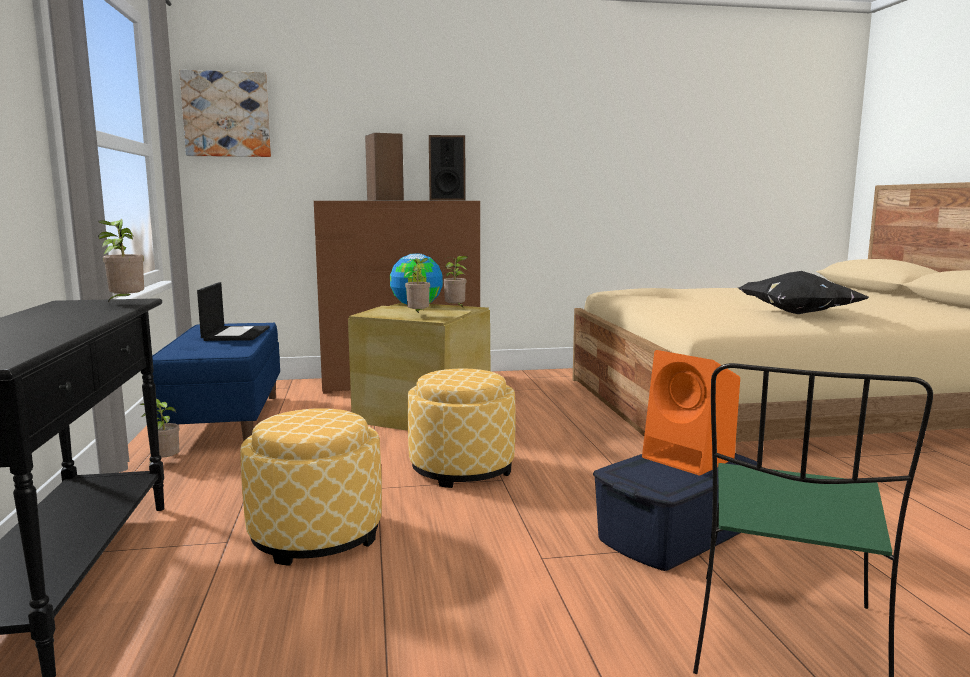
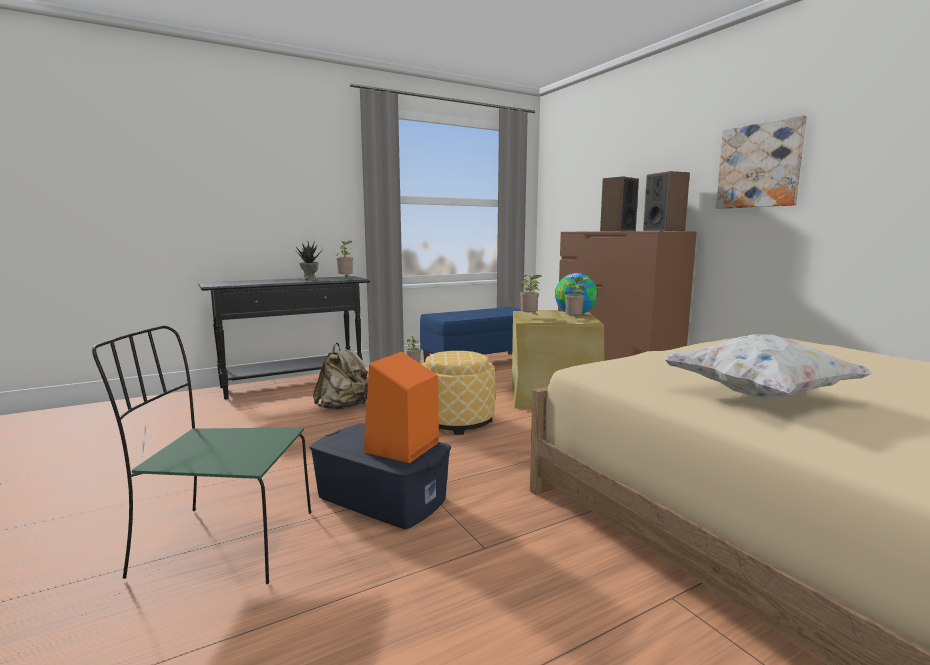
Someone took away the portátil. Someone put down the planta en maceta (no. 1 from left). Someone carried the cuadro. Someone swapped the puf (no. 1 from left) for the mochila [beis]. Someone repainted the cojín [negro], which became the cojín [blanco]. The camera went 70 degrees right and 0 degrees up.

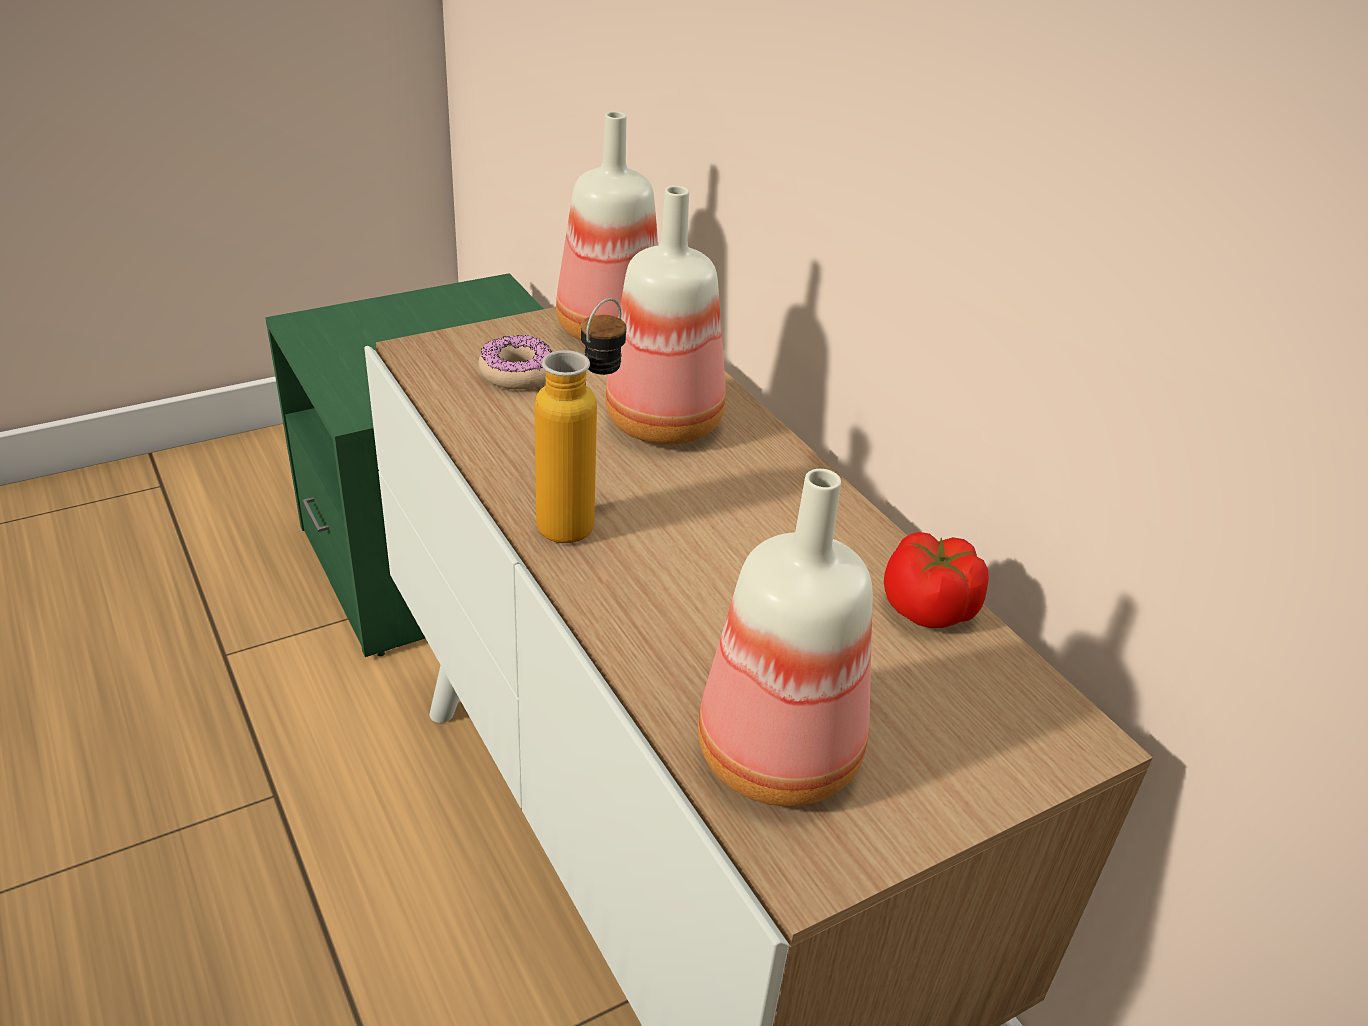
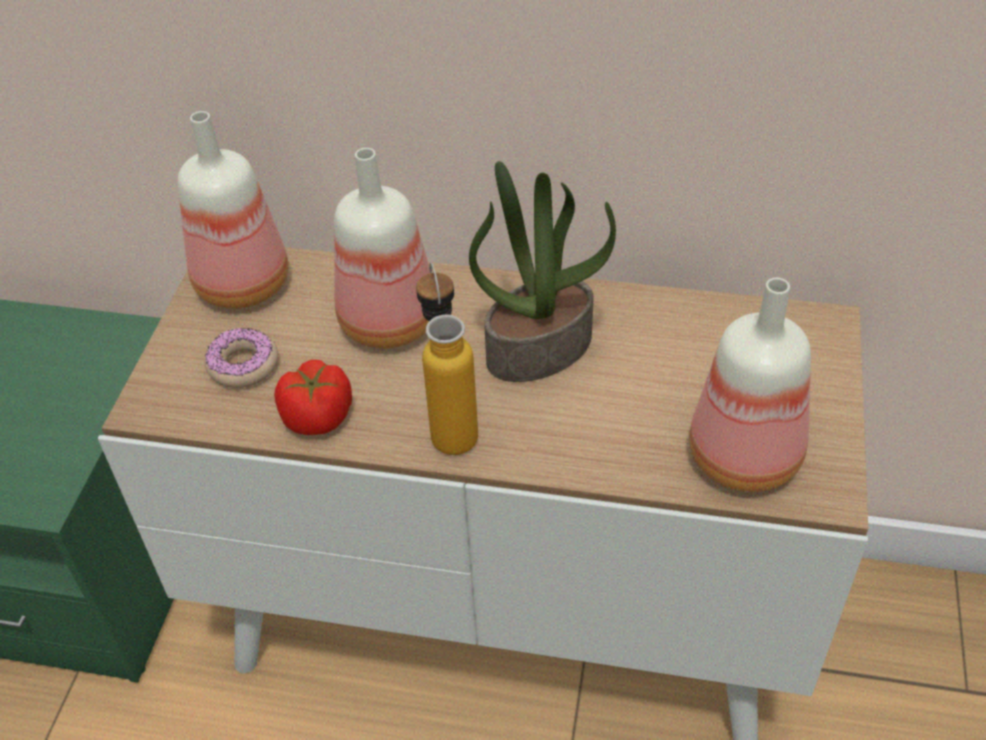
Someone put down the planta en maceta. Someone carried the tomate. The camera went 45 degrees left and 10 degrees up.

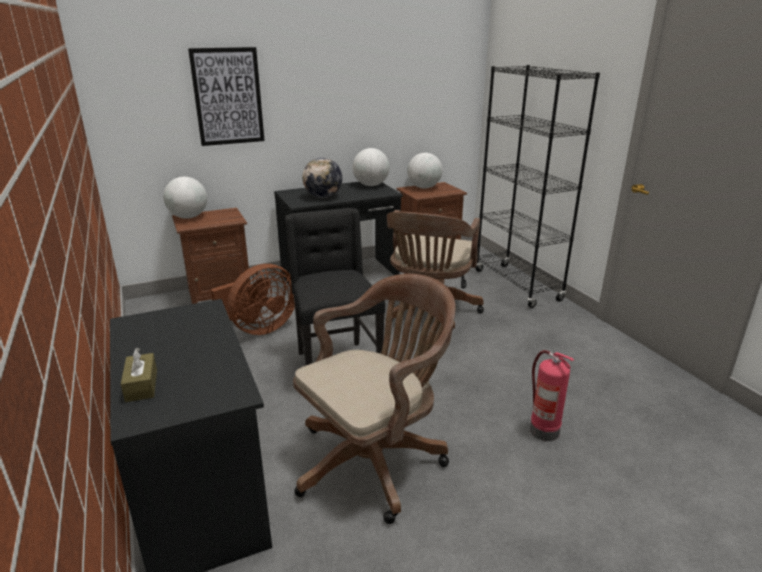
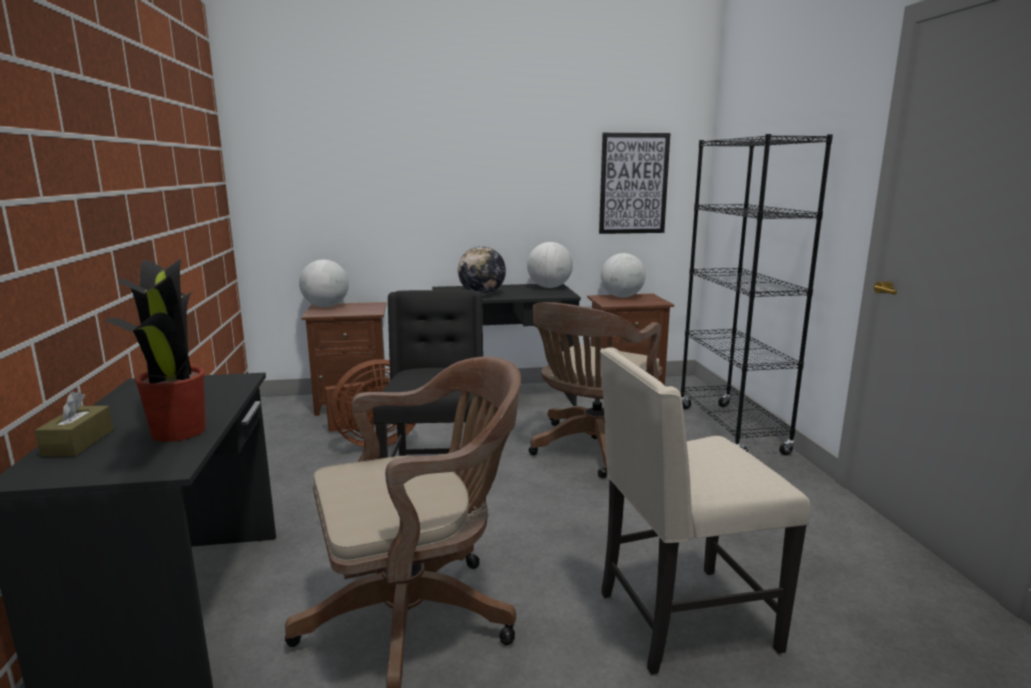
Someone put down the planta en maceta. Someone carried the cuadro. Someone swapped the extintor for the silla [beis]. The camera went 15 degrees right and 10 degrees down.

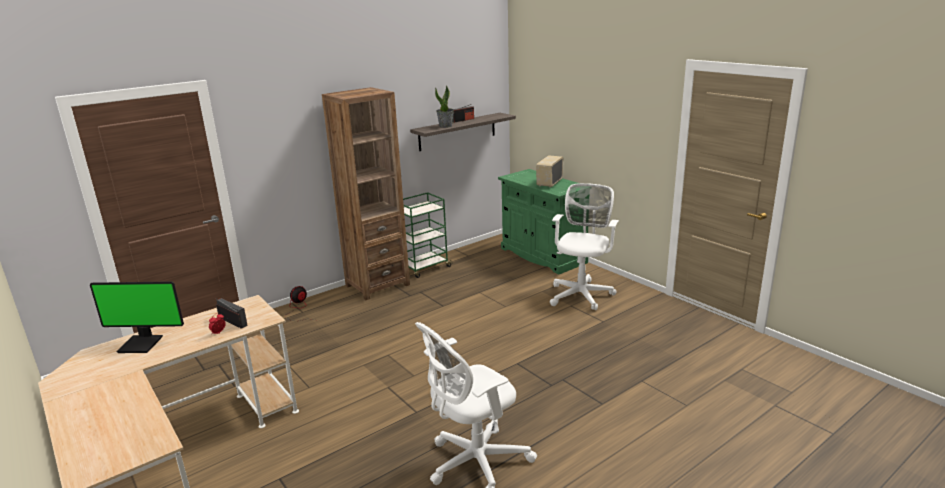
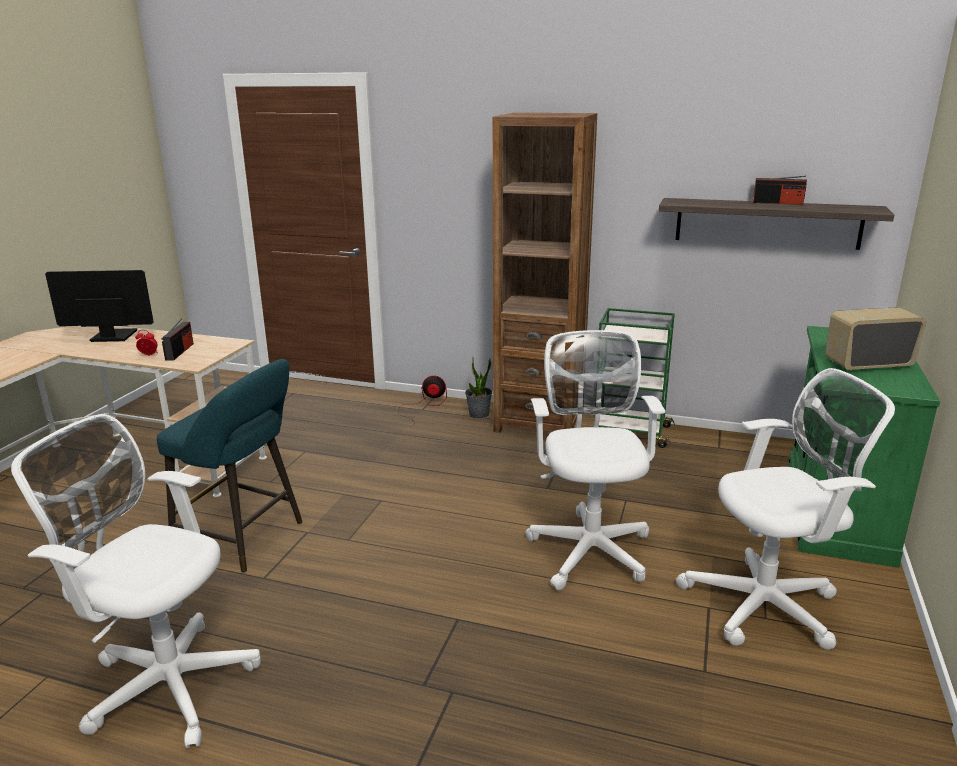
Someone put down the taburete [turquesa]. Someone put down the silla de oficina [blanco] (no. 2 from left). Someone carried the planta en maceta. Someone rotated the monitor by 120 degrees clockwise. The camera went 55 degrees right and 0 degrees up.

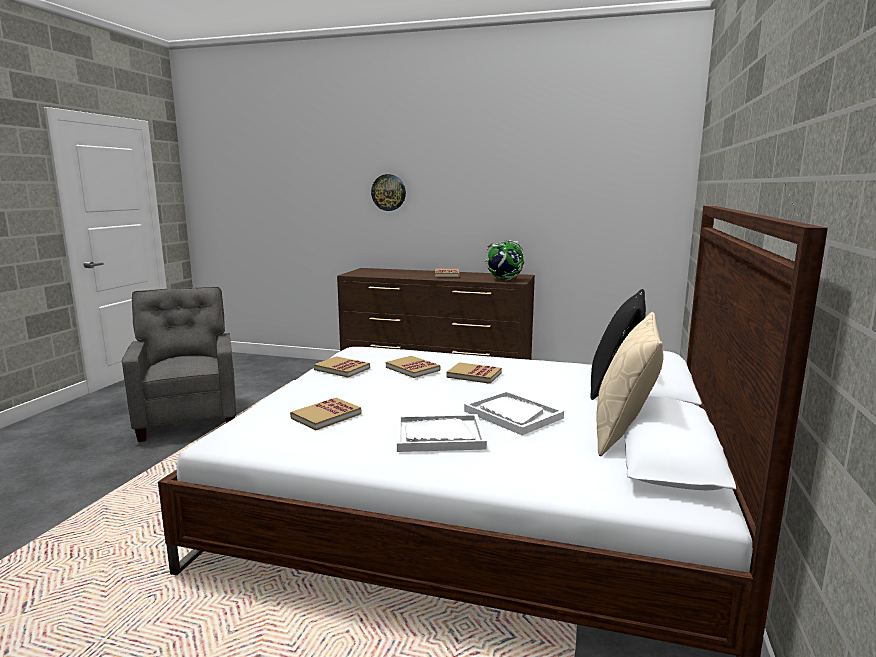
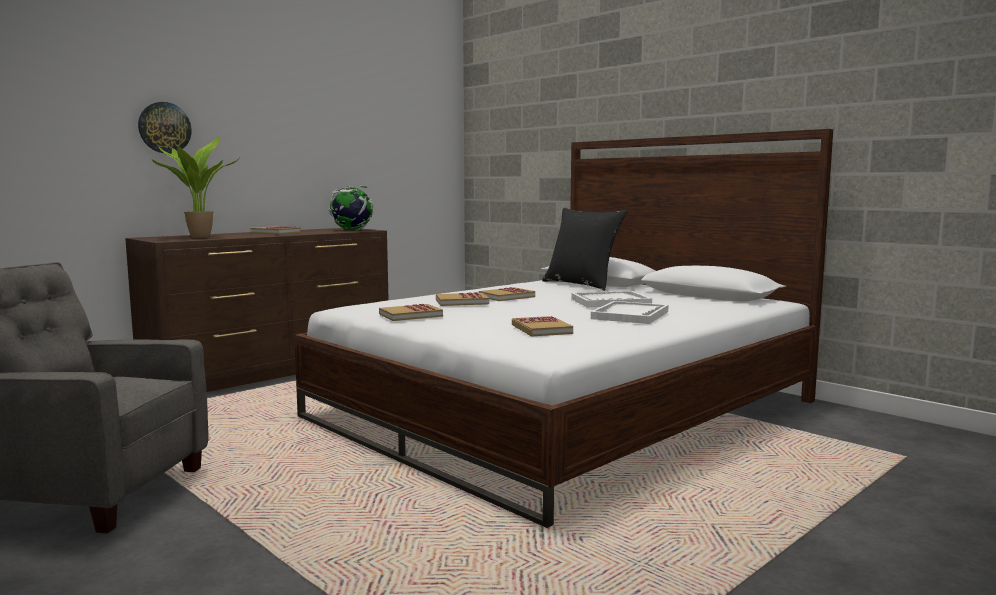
Someone took away the cojín [beis]. Someone put down the planta en maceta. The camera went 60 degrees left and 5 degrees down.

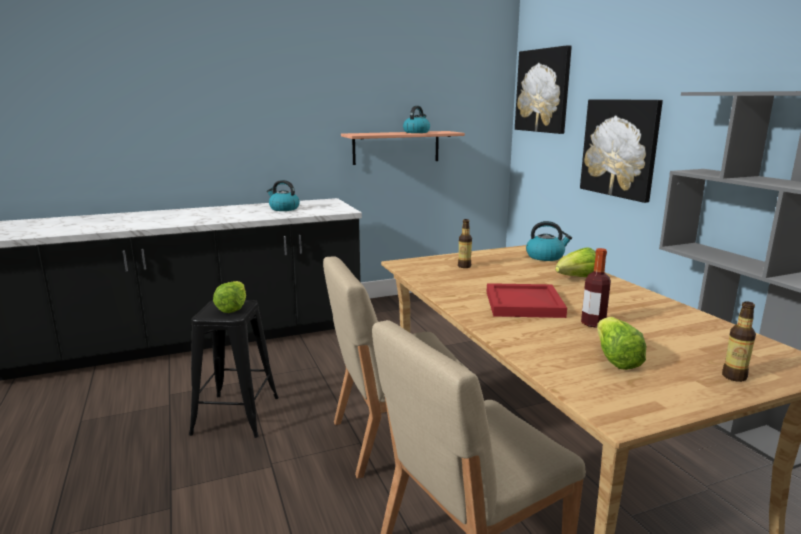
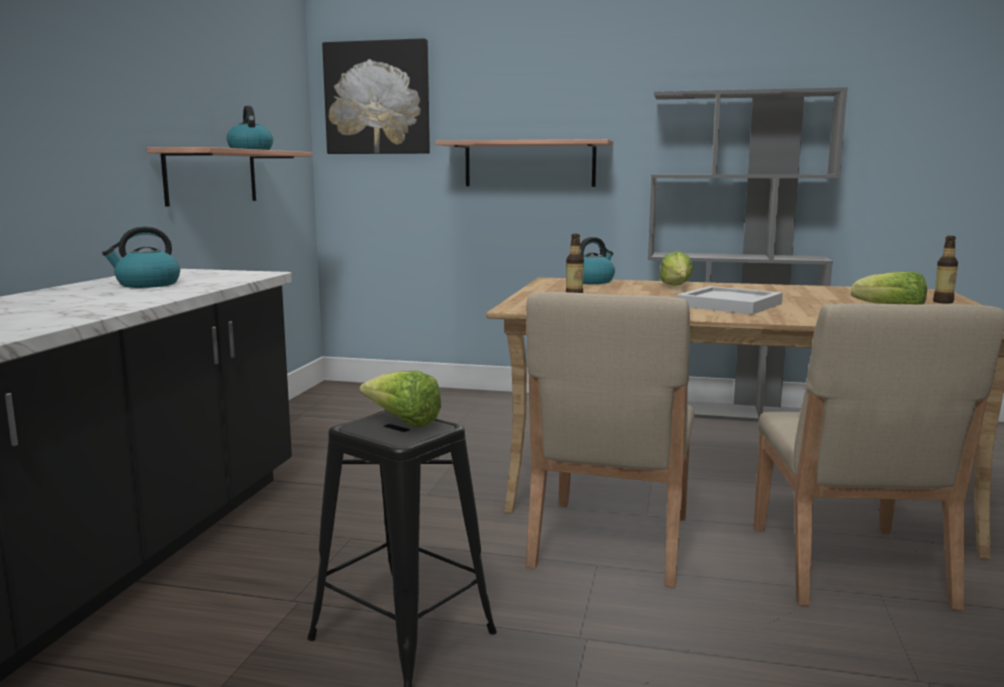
Someone took away the botella (no. 2 from left). Someone swapped the cuadro (no. 2 from left) for the estante (no. 2 from left). Someone repainted the bandeja [rojo], which became the bandeja [blanco]. The camera went 55 degrees left and 5 degrees down.

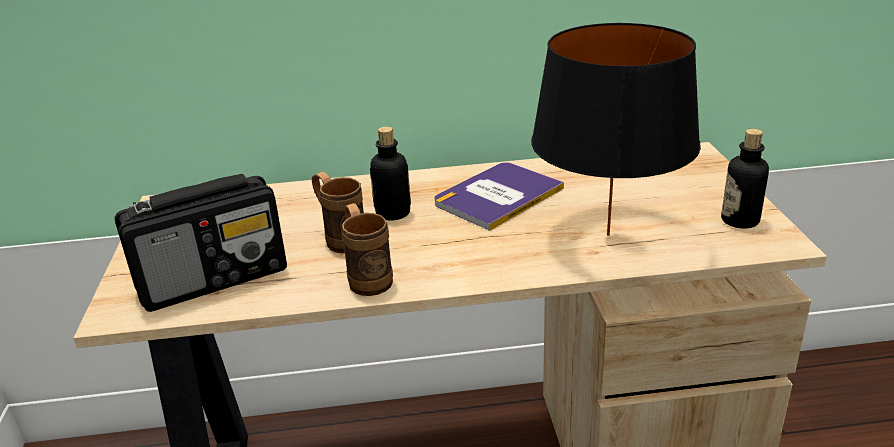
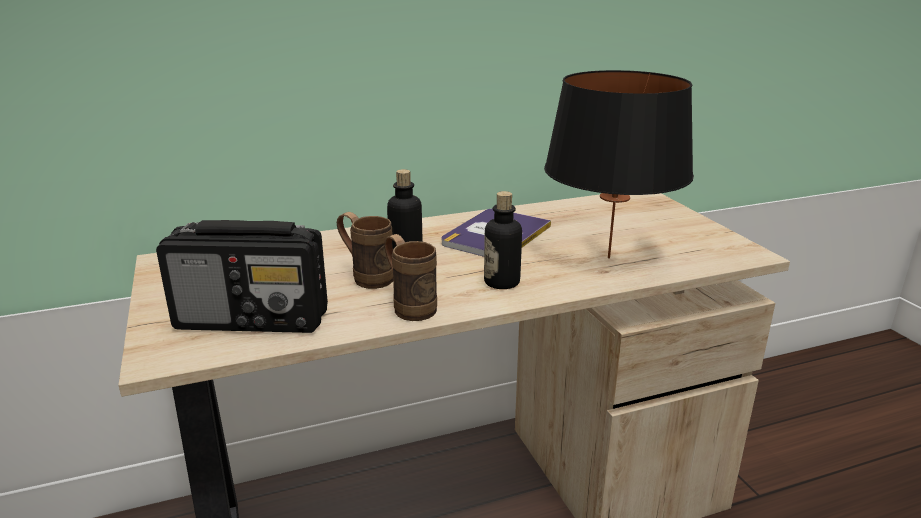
Someone carried the botella (no. 2 from left). Someone rotated the radio by 45 degrees clockwise. The camera went 15 degrees left and 5 degrees down.

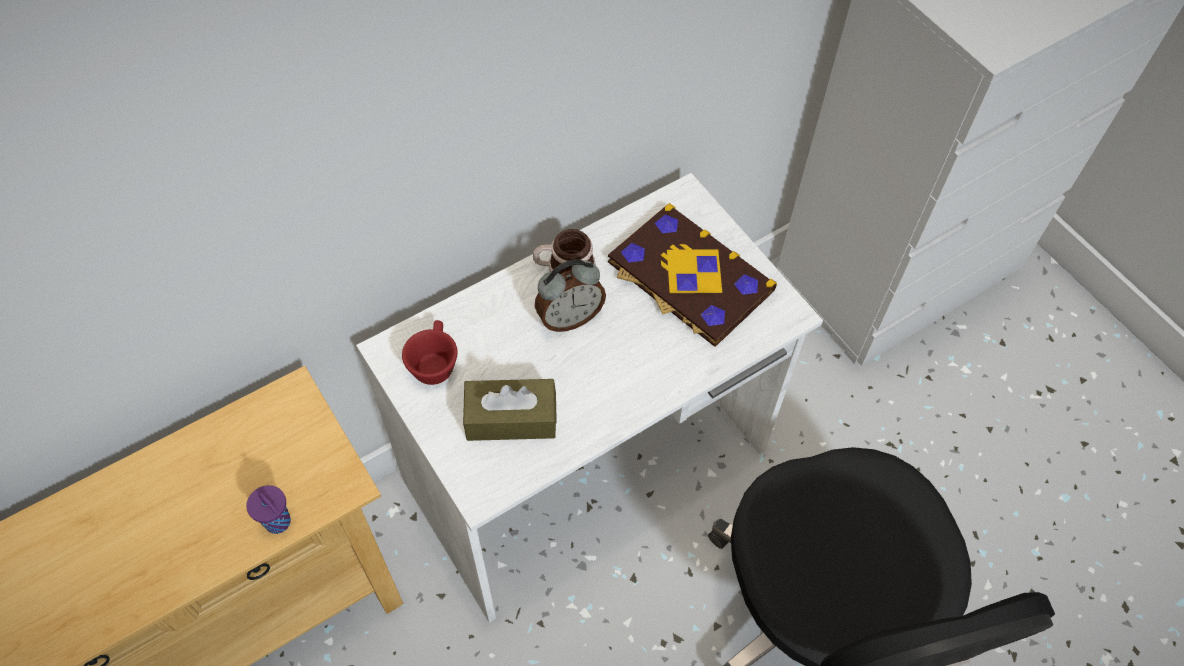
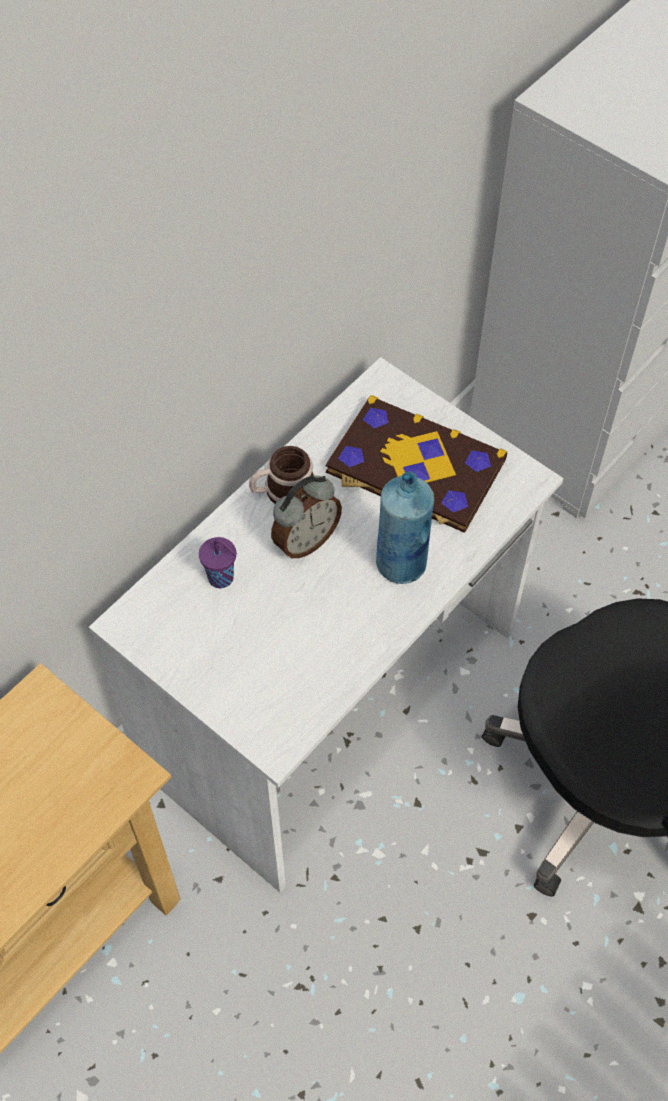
Someone took away the taza [rojo]. Someone took away the caja de pañuelos [marrón]. Someone put down the botella [azul]. Someone carried the taza [morado]. The camera went 15 degrees left and 0 degrees up.

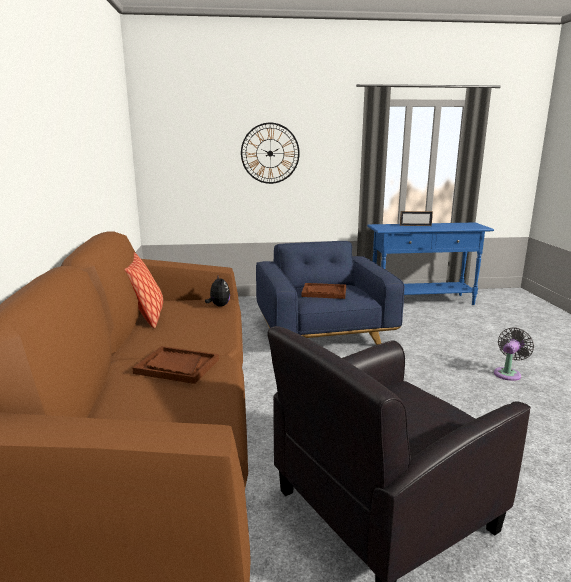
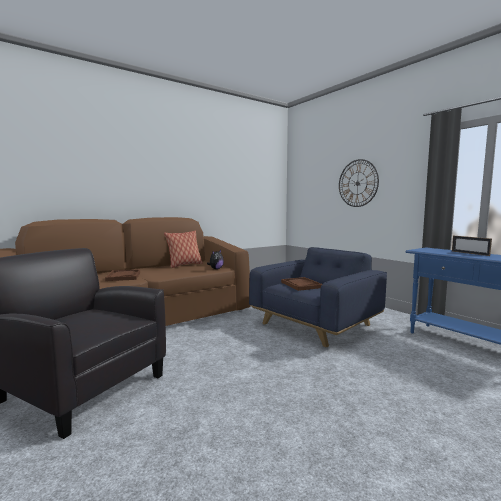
Someone took away the ventilador [gris]. The camera went 60 degrees right and 10 degrees down.

